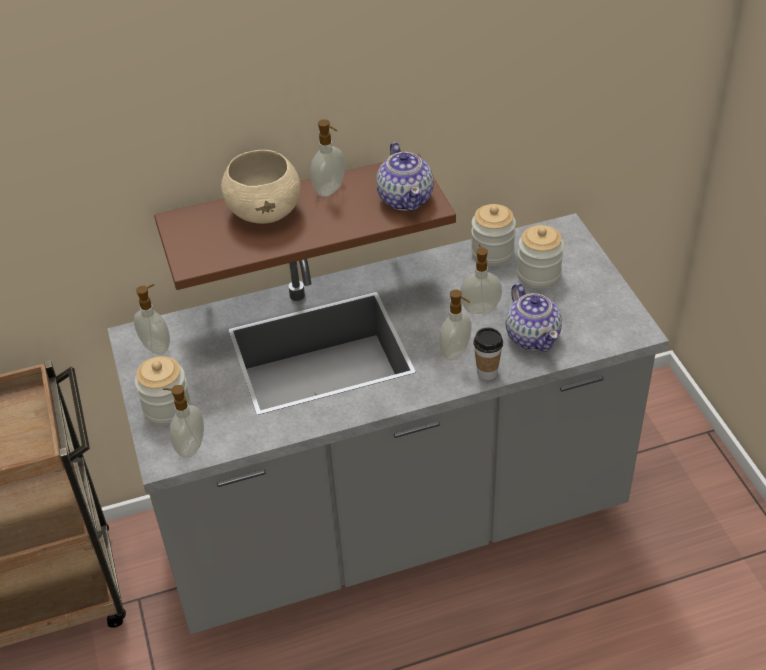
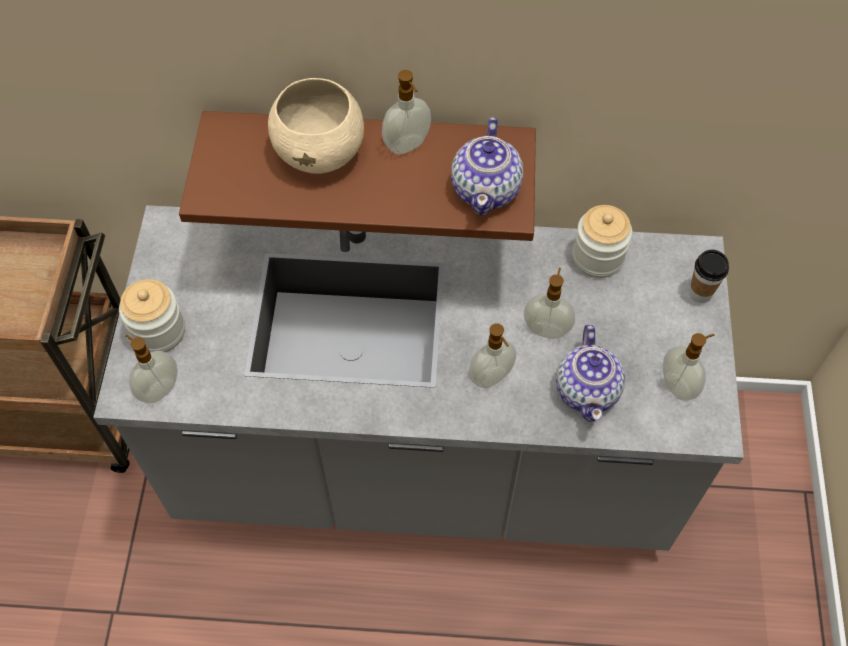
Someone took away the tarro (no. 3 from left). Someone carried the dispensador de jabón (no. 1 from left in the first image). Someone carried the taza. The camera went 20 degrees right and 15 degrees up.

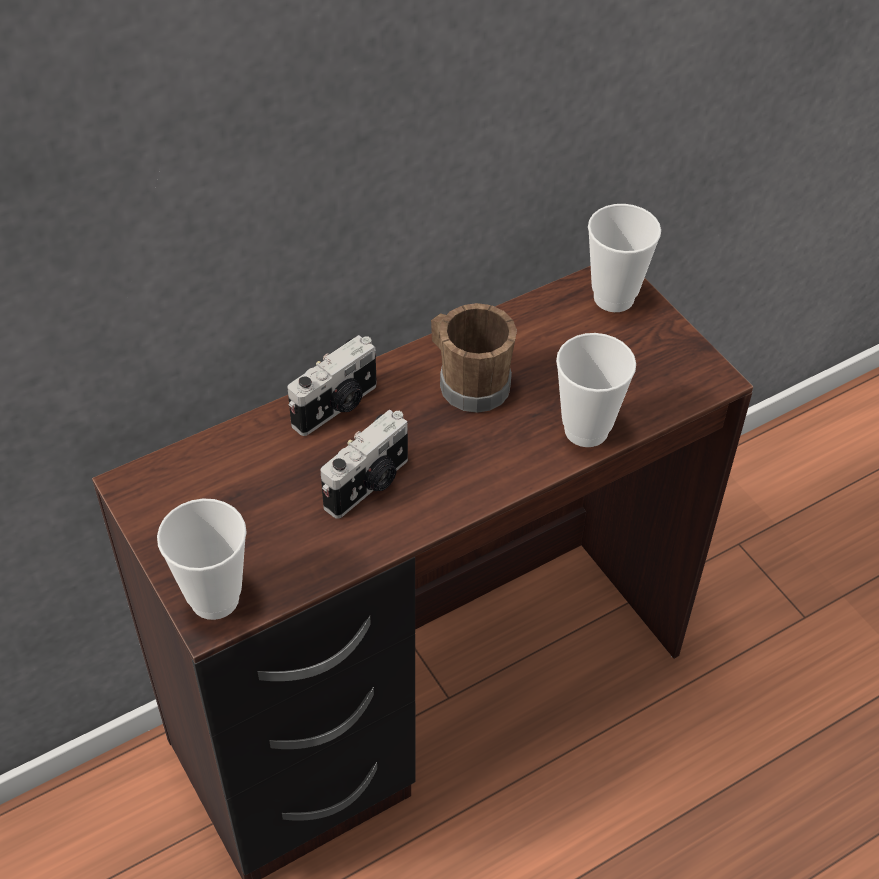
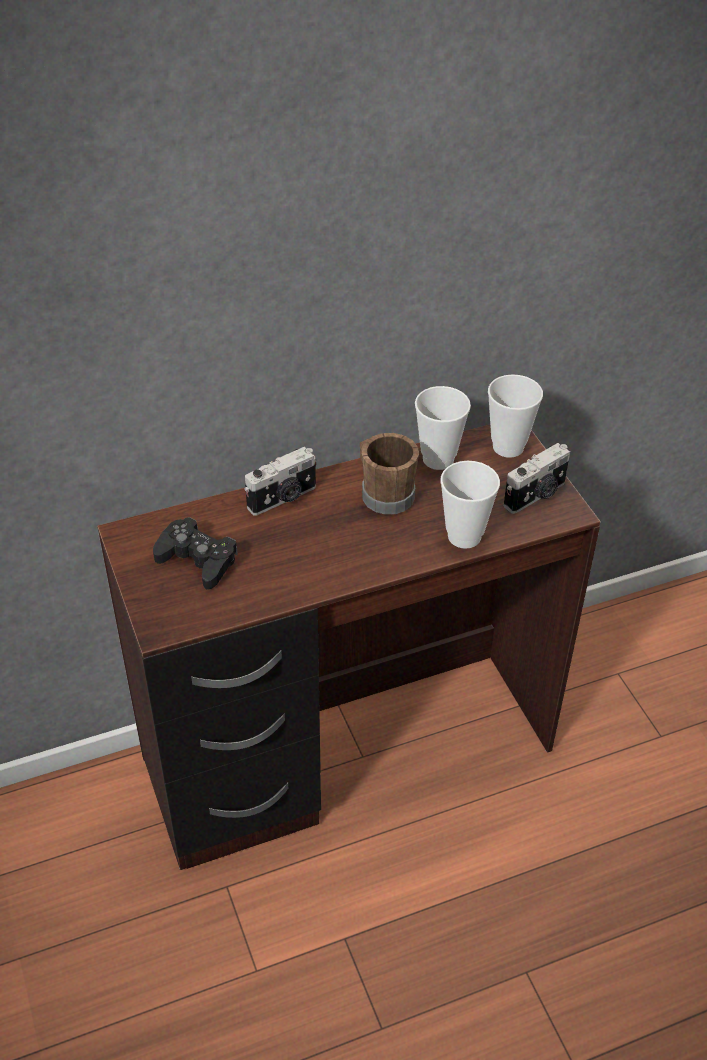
Someone put down the mando de consola [negro]. Someone carried the taza (no. 1 from left). Someone carried the cámara (no. 2 from left). The camera went 10 degrees right and 5 degrees down.

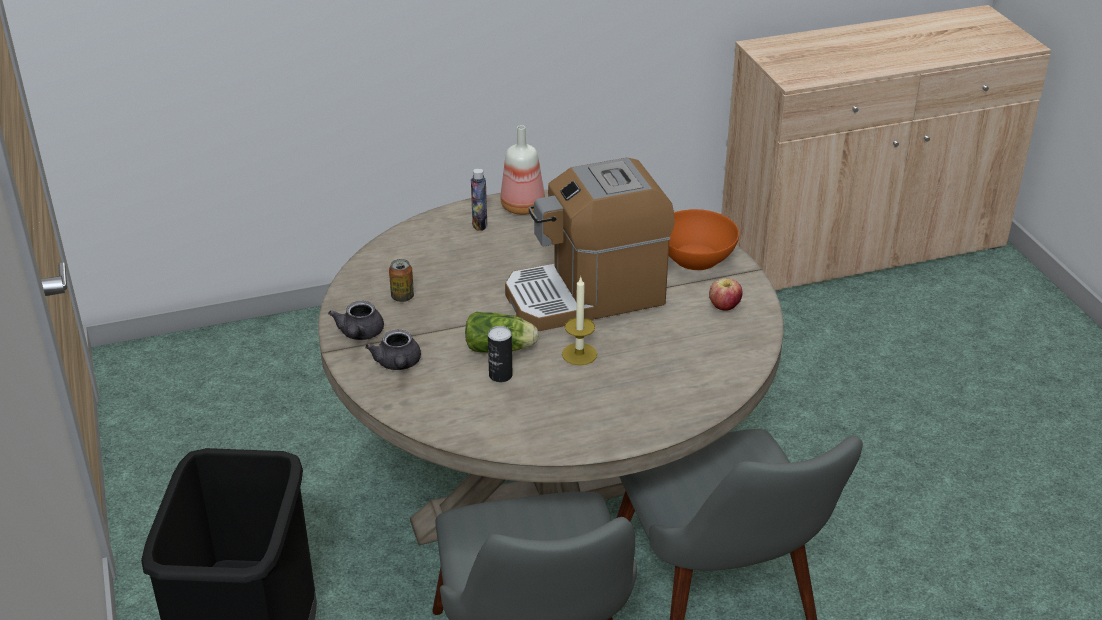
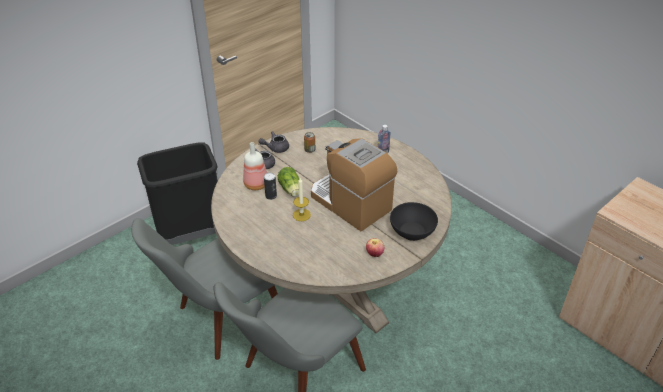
Someone carried the botella (no. 2 from left in the first image). Someone repainted the cuenco [naranja], which became the cuenco [negro]. The camera went 65 degrees right and 5 degrees up.

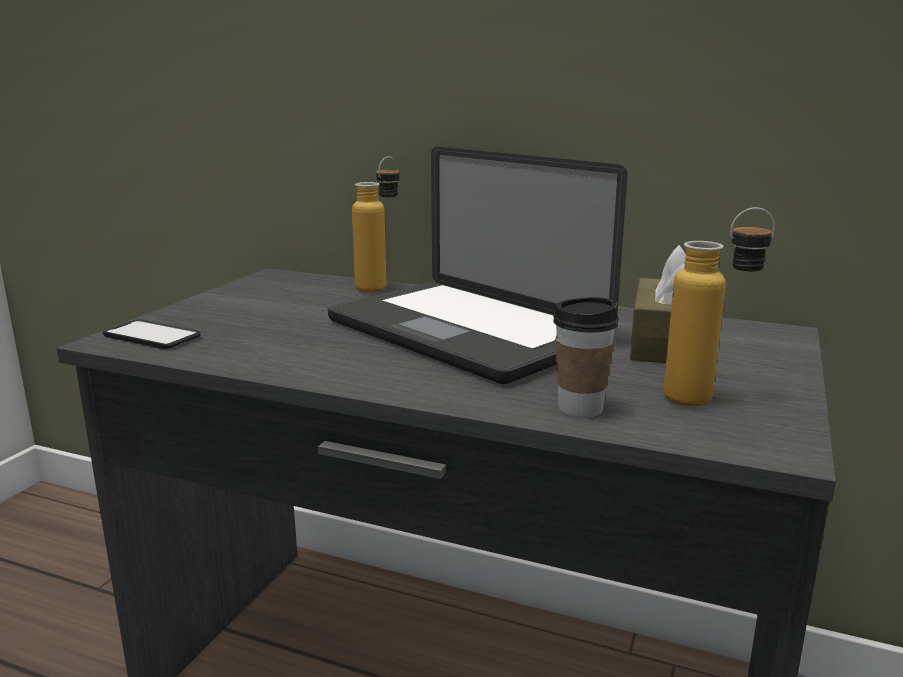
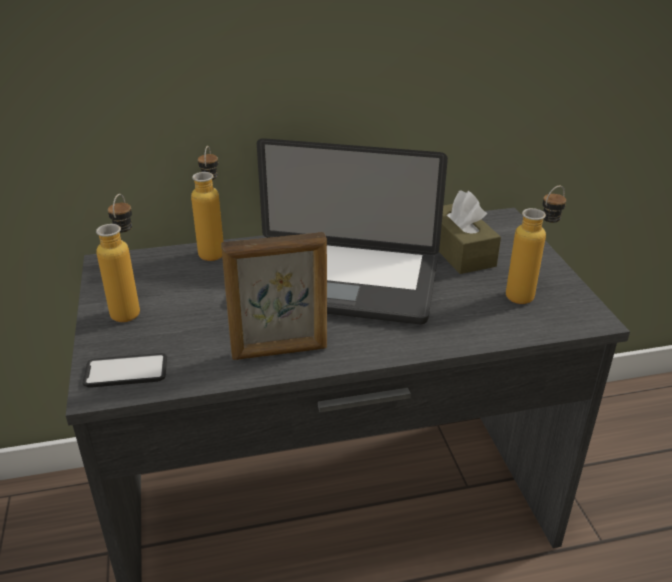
Someone took away the taza. Someone put down the botella (no. 1 from left). Someone put down the portarretratos. The camera went 35 degrees left and 15 degrees up.

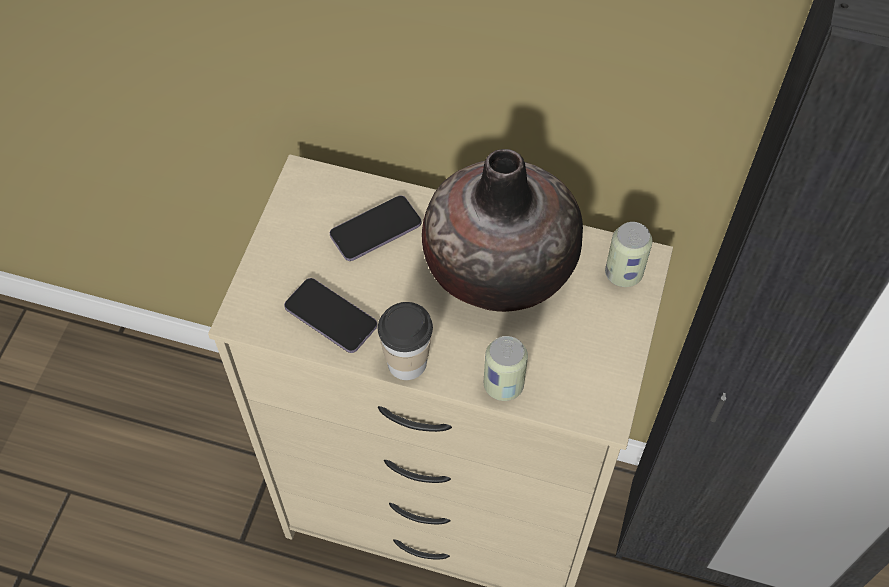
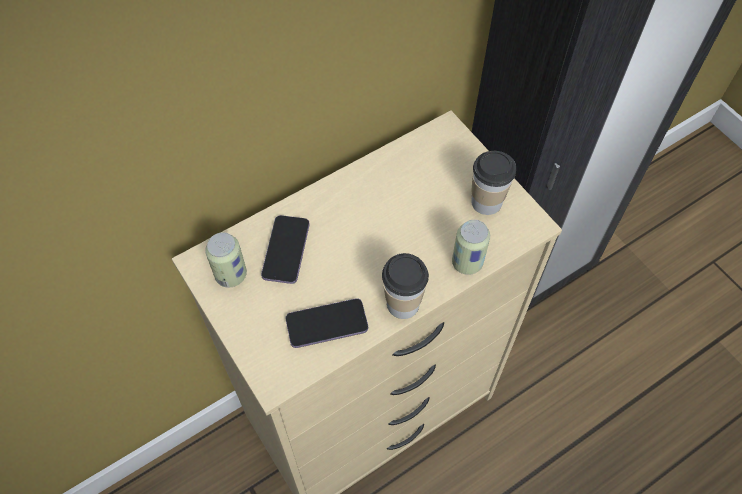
Someone took away the florero. Someone put down the taza (no. 2 from left). Someone carried the lata (no. 2 from left in the first image). The camera went 50 degrees left and 0 degrees up.

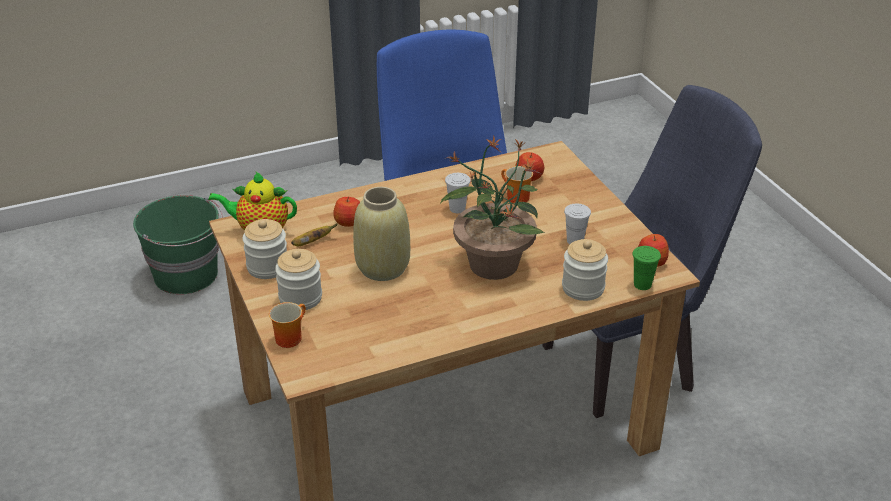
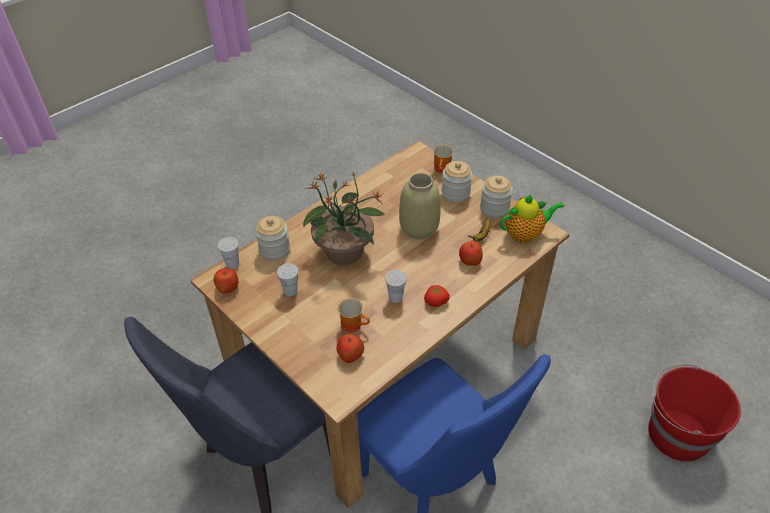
Someone put down the tomate. Someone repainted the cubo [verde], which became the cubo [rojo]. Someone repainted the taza [verde], which became the taza [blanco] (no. 1 from left). The camera went 160 degrees right and 10 degrees up.

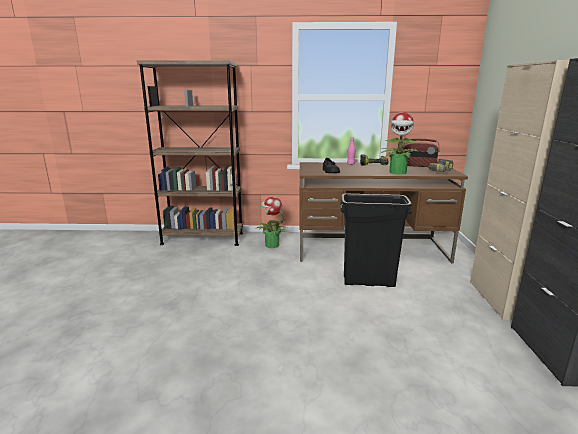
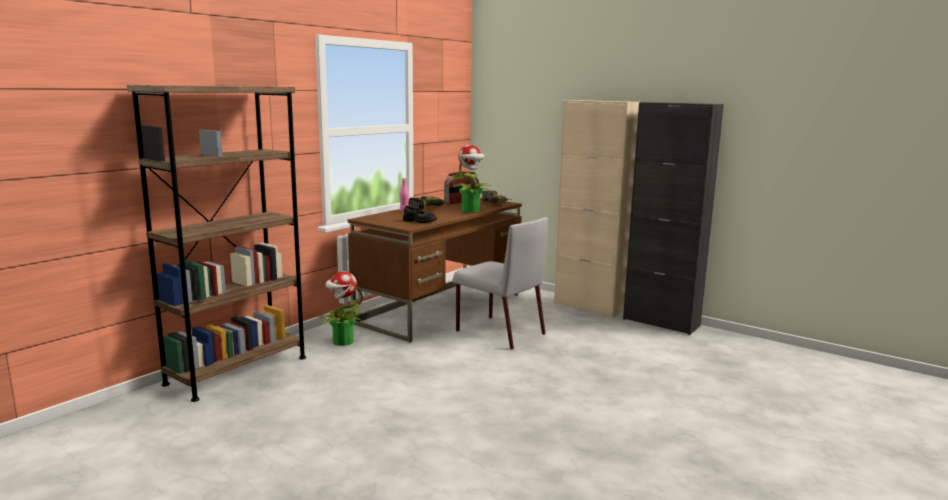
Someone swapped the papelera [negro] for the silla [gris]. The camera went 55 degrees left and 5 degrees down.

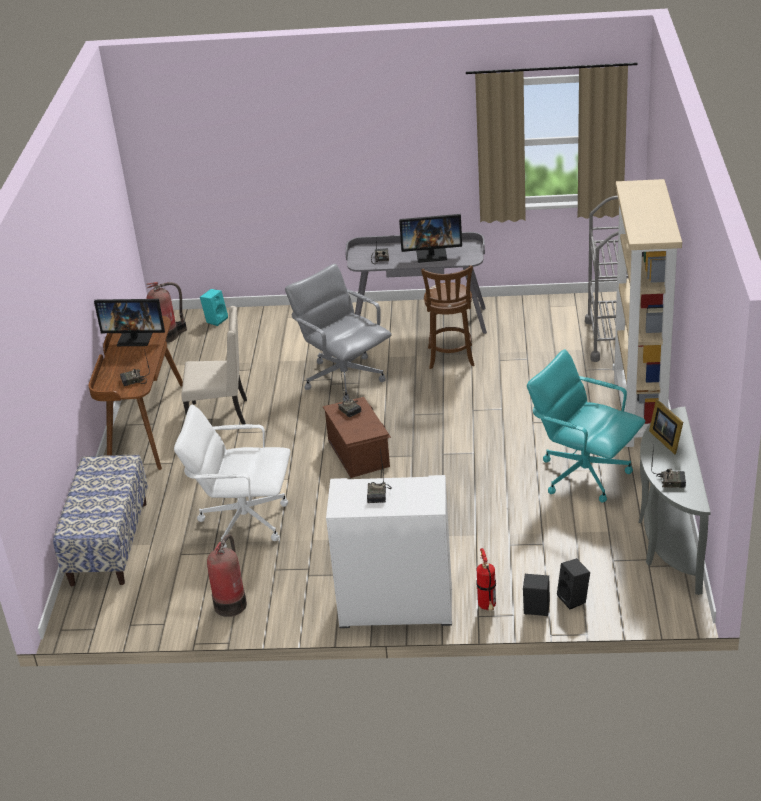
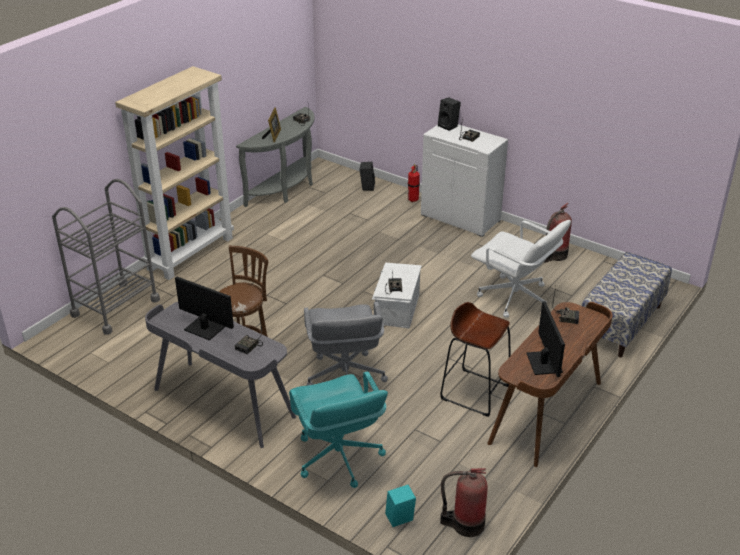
Someone carried the altavoz [negro] (no. 1 from left in the first image). Someone carried the silla de oficina [turquesa]. Someone swapped the silla [beis] for the taburete [marrón] (no. 2 from left). Someone repainted the caja de almacenaje [marrón], which became the caja de almacenaje [blanco]. Someone rotated the monitor (no. 1 from left in the first image) by 45 degrees clockwise. The camera went 150 degrees left and 0 degrees up.

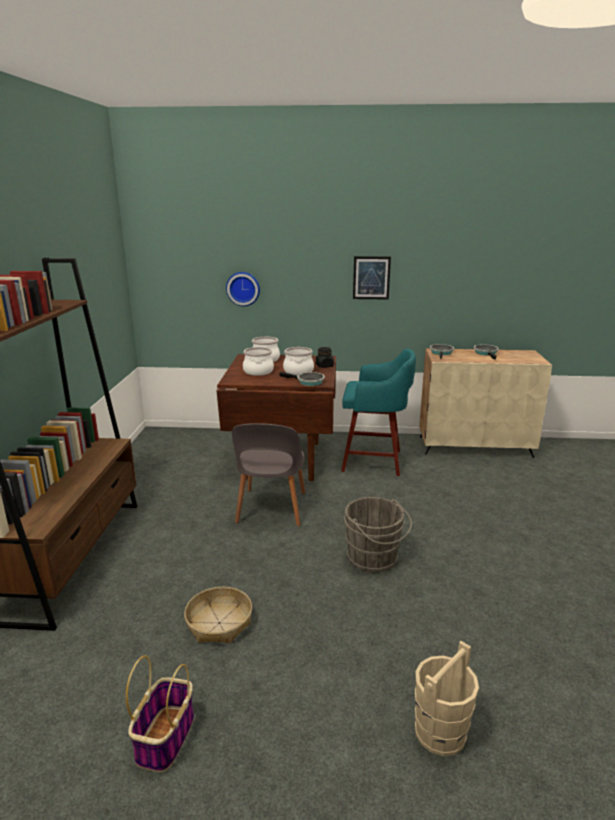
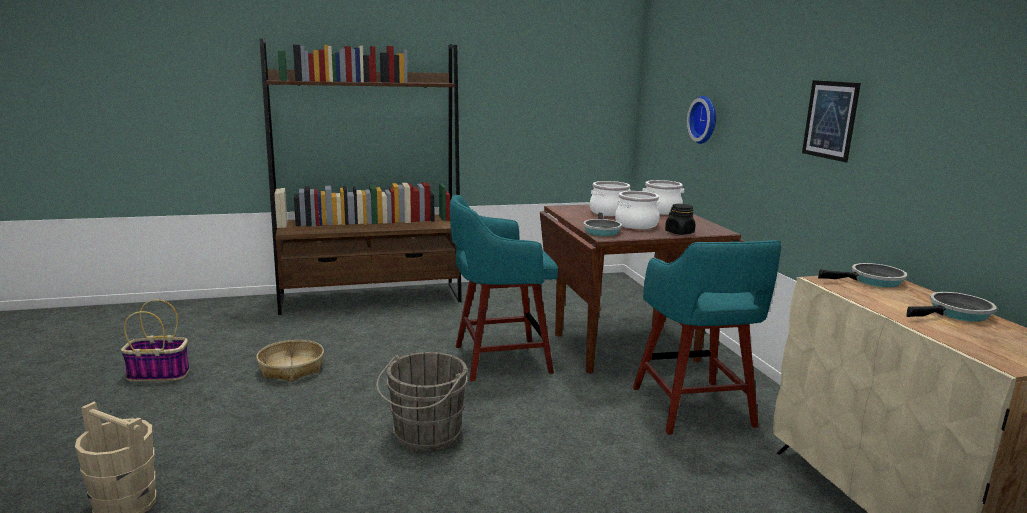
Someone swapped the silla [gris] for the taburete [turquesa] (no. 1 from left). The camera went 70 degrees right and 5 degrees down.

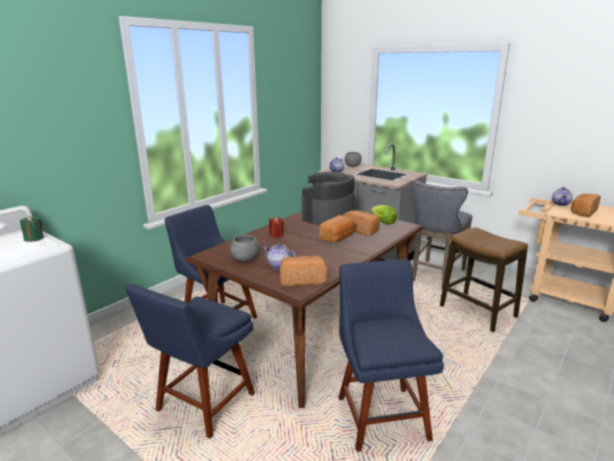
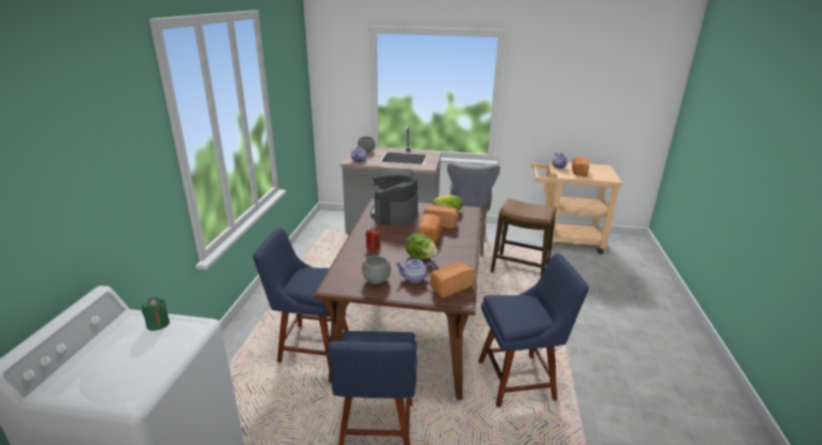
Someone put down the lechuga (no. 1 from left). Someone rotated the silla [azul] (no. 3 from left) by 120 degrees clockwise. The camera went 30 degrees left and 5 degrees up.

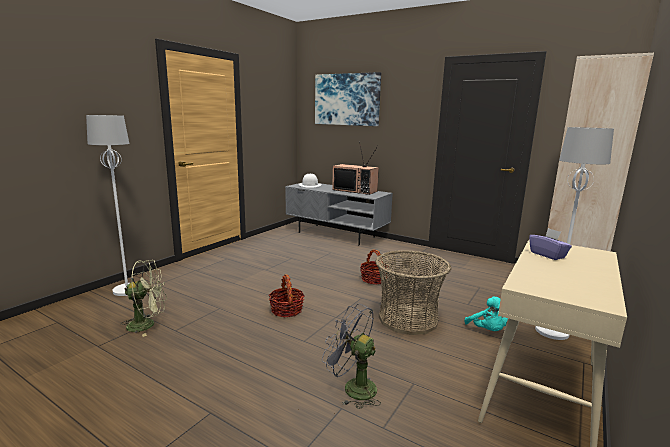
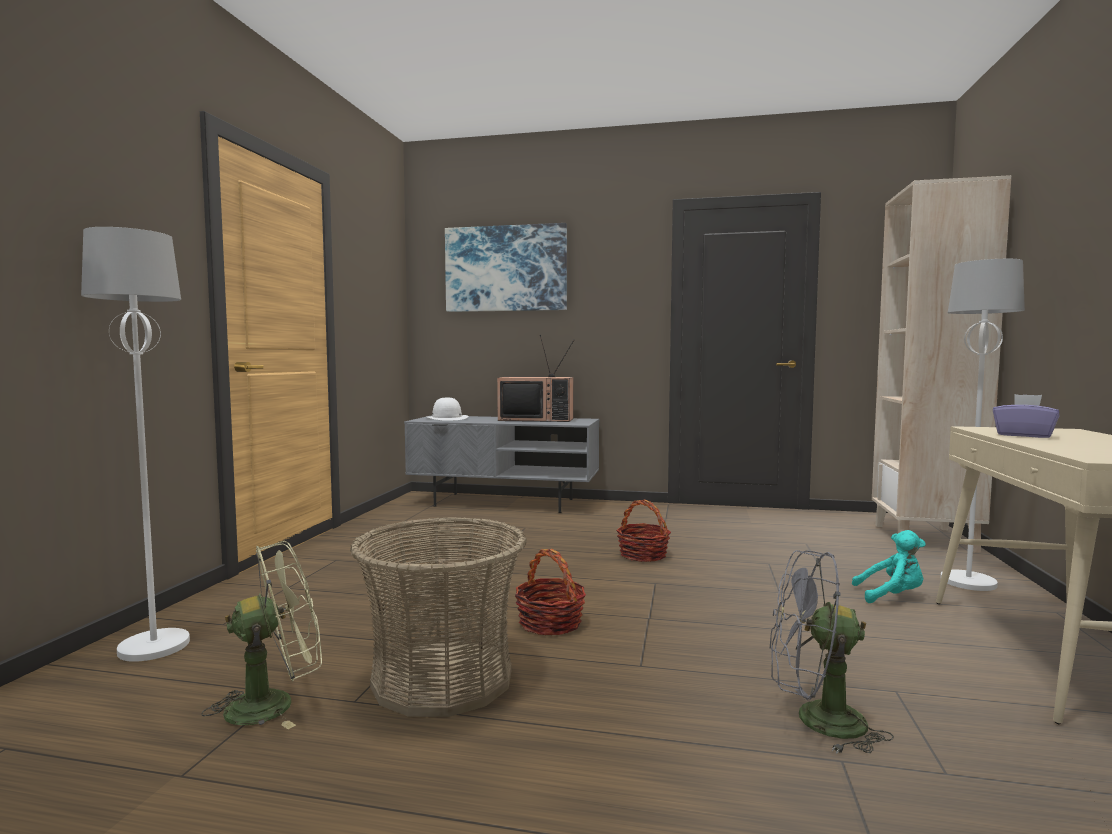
Someone carried the cesta (no. 3 from left in the first image). Someone rotated the peluche [turquesa] by 45 degrees counterclockwise. The camera went 20 degrees left and 10 degrees down.

